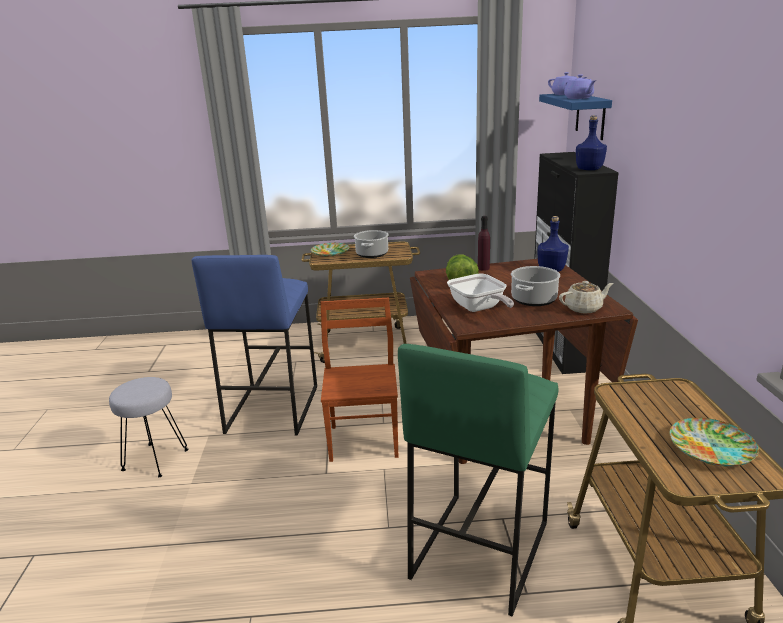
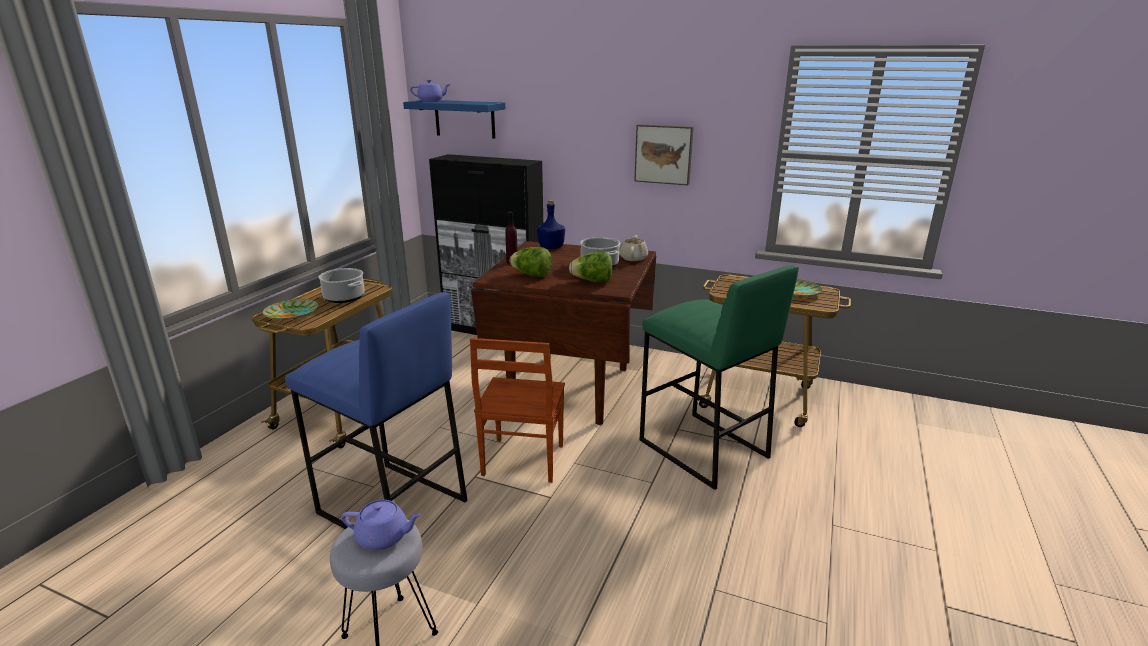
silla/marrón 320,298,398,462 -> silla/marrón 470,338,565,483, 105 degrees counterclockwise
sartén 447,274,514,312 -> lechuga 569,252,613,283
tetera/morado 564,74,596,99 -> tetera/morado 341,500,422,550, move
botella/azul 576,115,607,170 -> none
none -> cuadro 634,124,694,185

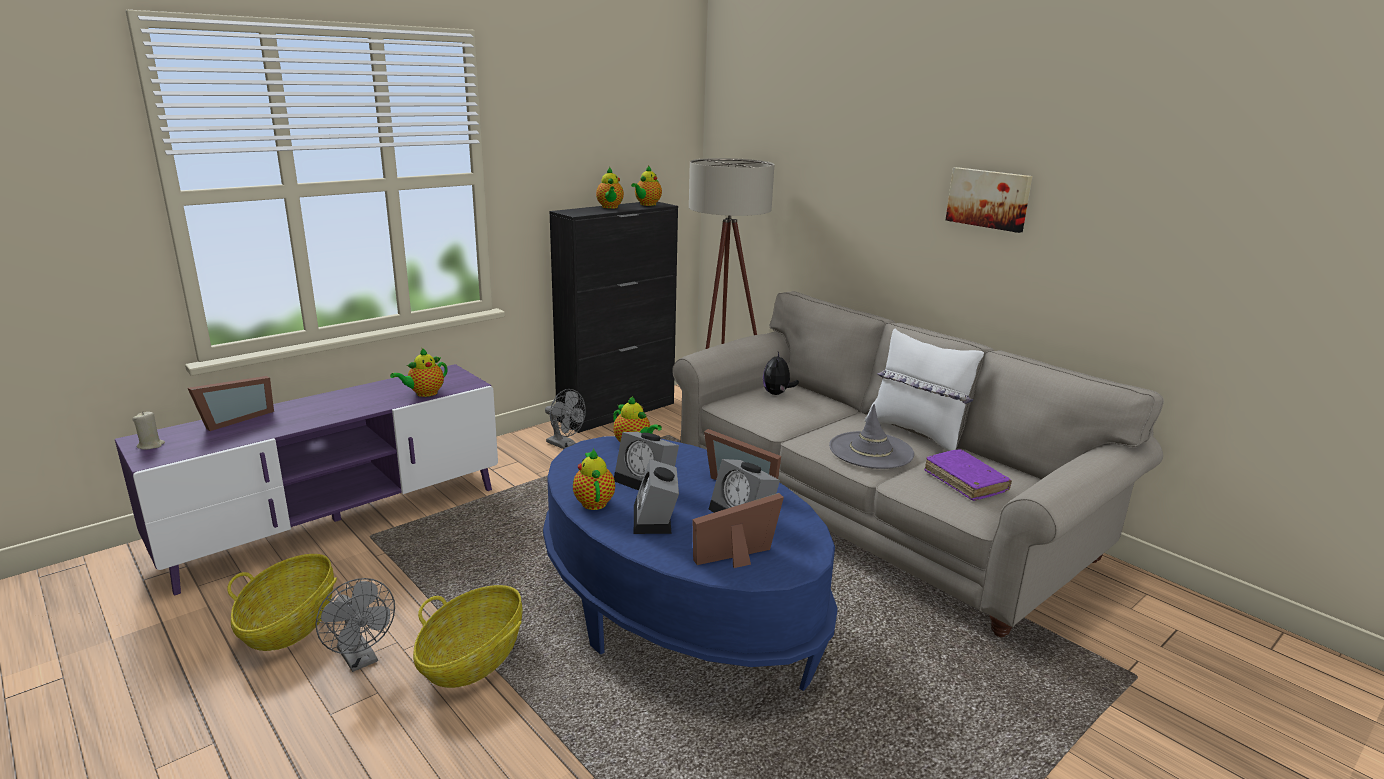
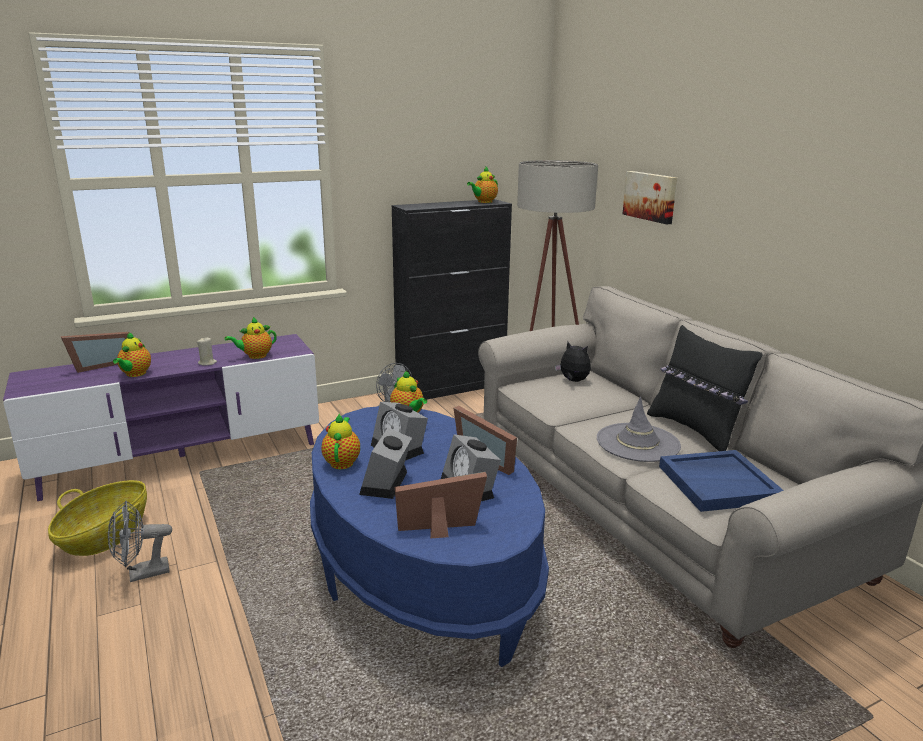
vela/beis 132,412,165,450 -> vela/beis 197,338,217,365, move
ventilador/gris 315,578,395,672 -> ventilador/gris 108,501,172,582, 90 degrees clockwise
cesta 413,585,522,688 -> none
tetera 596,167,624,209 -> tetera 113,332,151,377, move
peluche 763,352,799,395 -> peluche 555,341,591,382, 105 degrees clockwise
cojín/blanco 865,328,984,451 -> cojín/negro 647,325,763,451
libro/morado 924,449,1012,501 -> bandeja/azul 659,450,784,512
cuadro 946,167,1033,233 -> cuadro 623,171,677,224, move

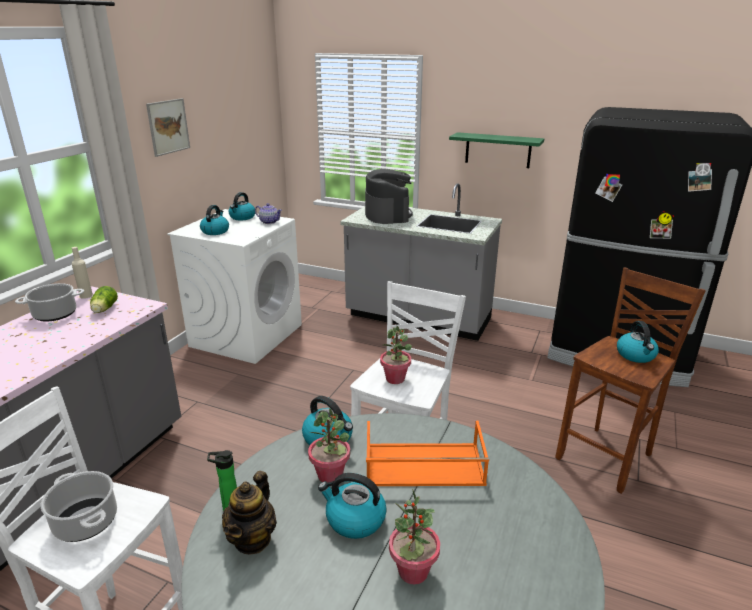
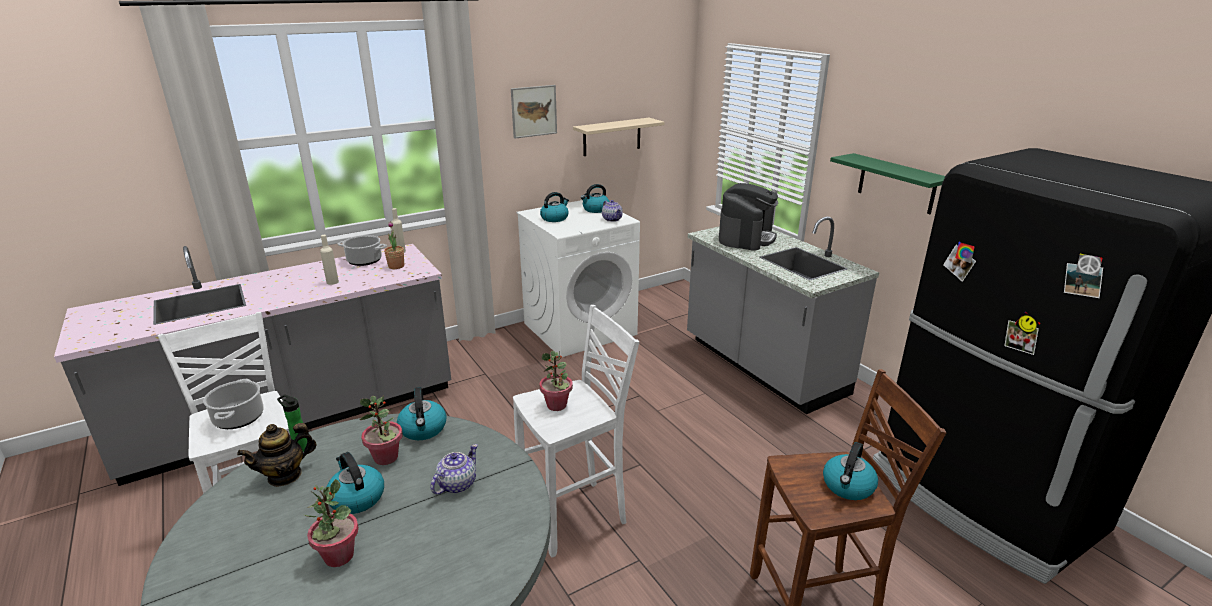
lechuga 90,286,118,313 -> planta en maceta 384,222,404,269
bandeja/naranja 366,421,489,486 -> tetera 431,444,478,494
none -> botella/beis 320,235,339,285
none -> estante/beis 573,118,665,156

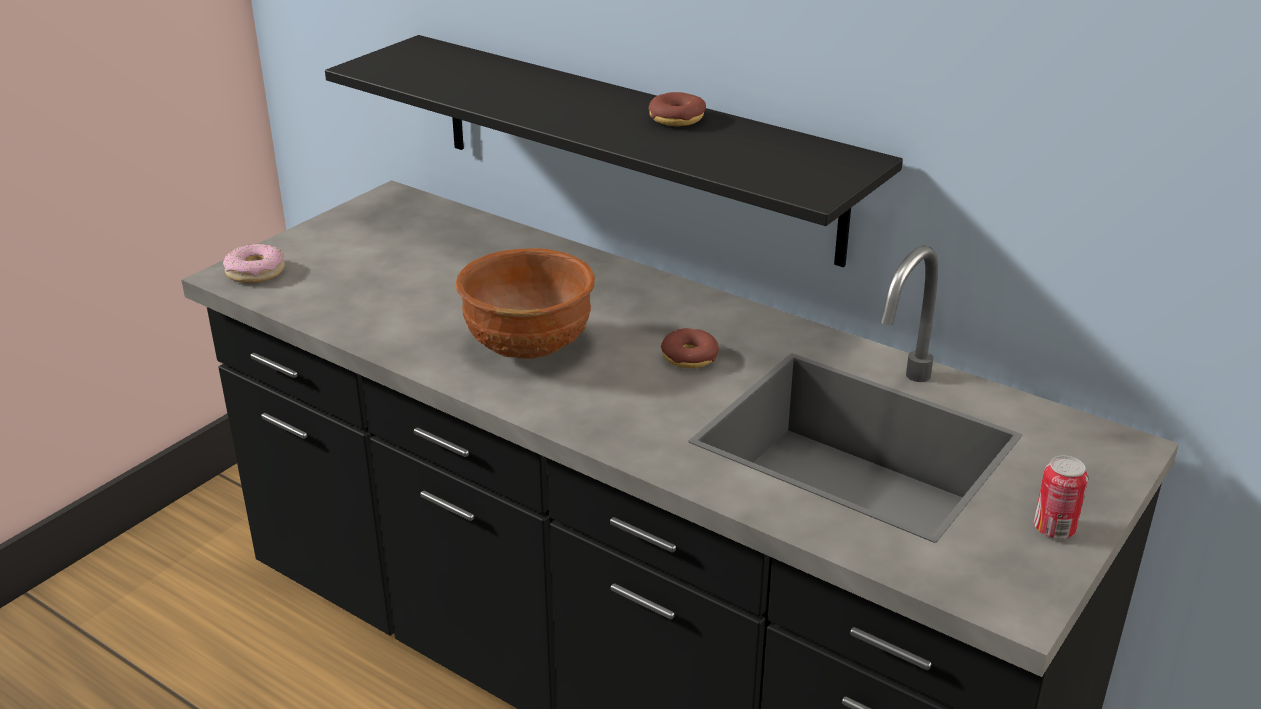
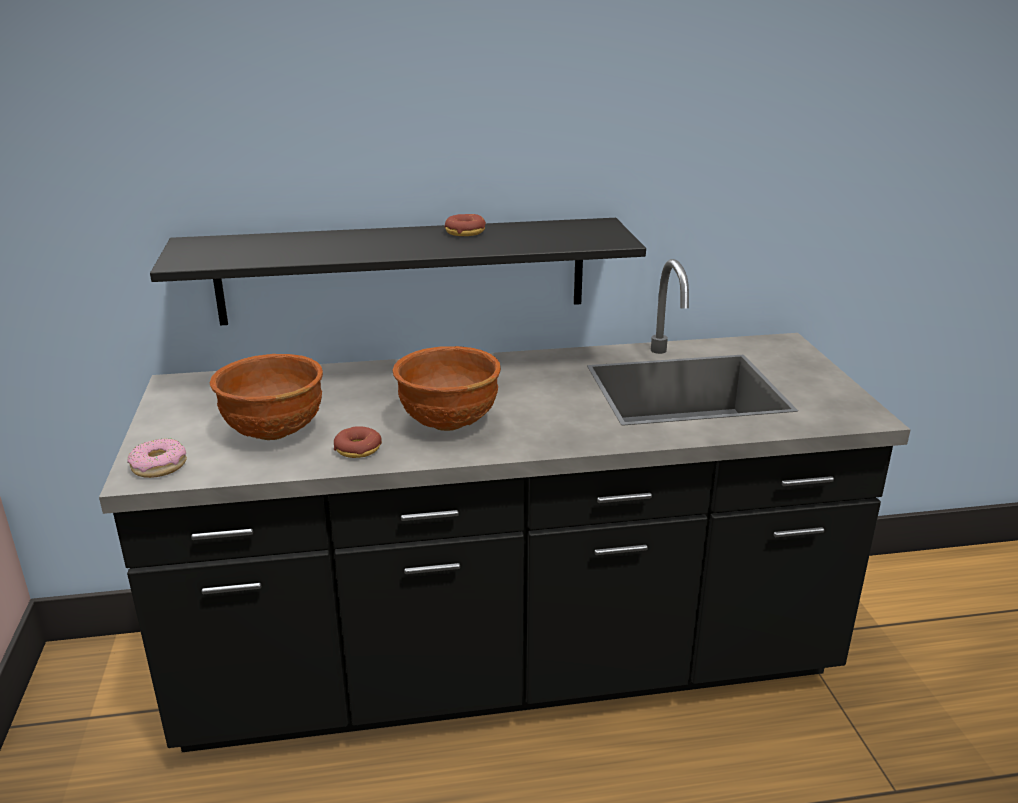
rosquilla 661,328,719,368 -> rosquilla 334,426,382,458, move
lata 1034,456,1088,539 -> none
none -> cuenco/marrón 210,354,323,440

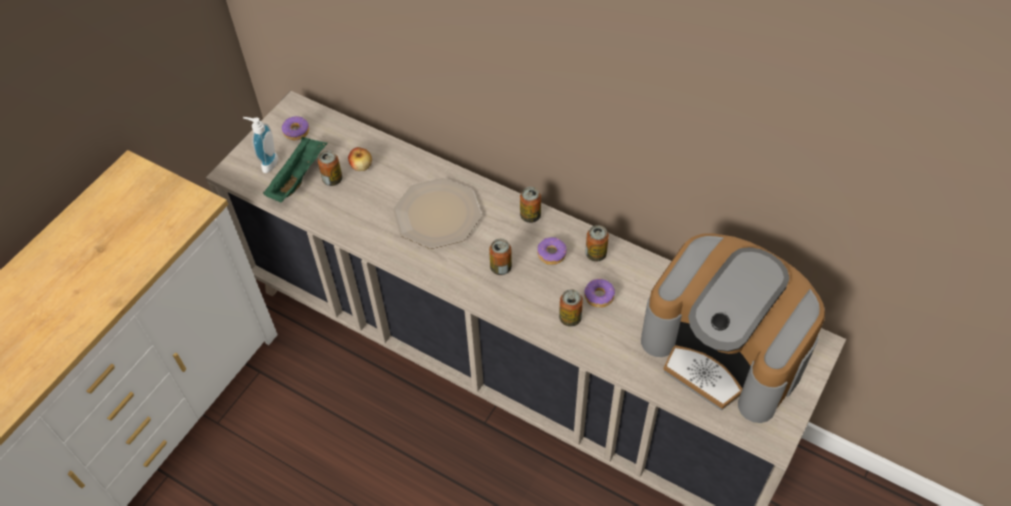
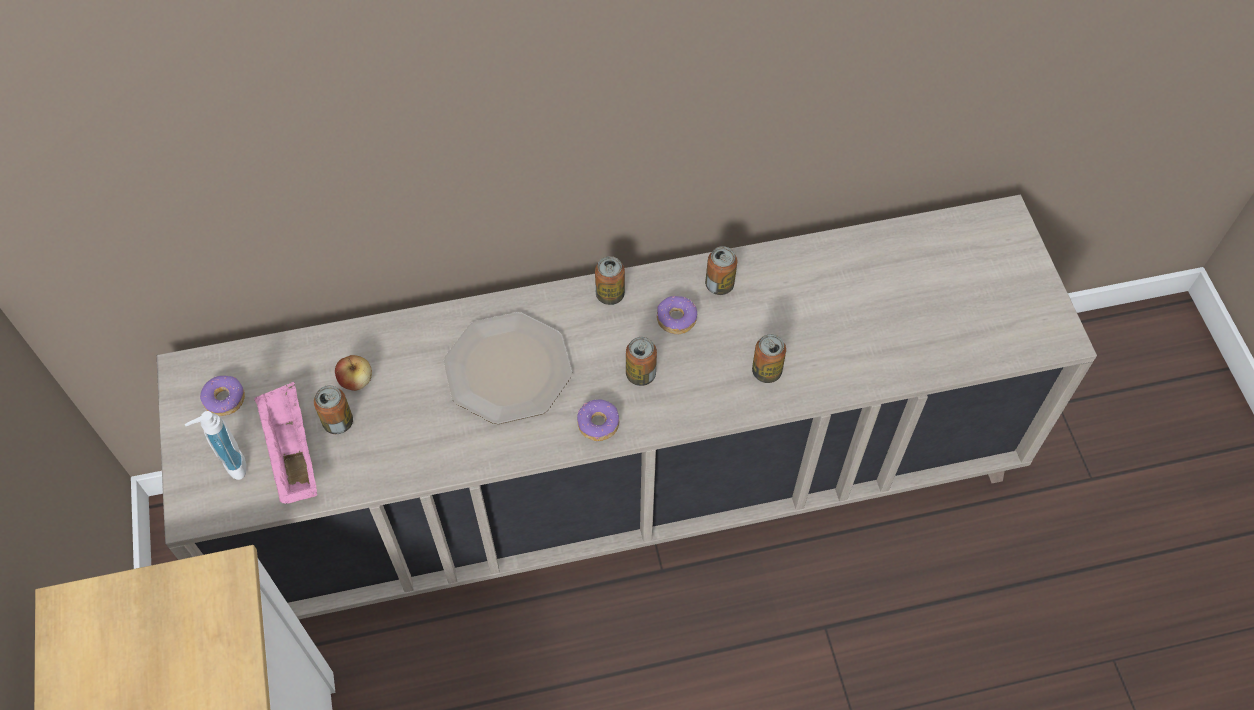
bandeja/verde 263,137,328,202 -> bandeja/rosa 254,382,317,504
rosquilla 584,278,615,308 -> rosquilla 577,399,620,441, move
cafetera 641,233,825,423 -> none

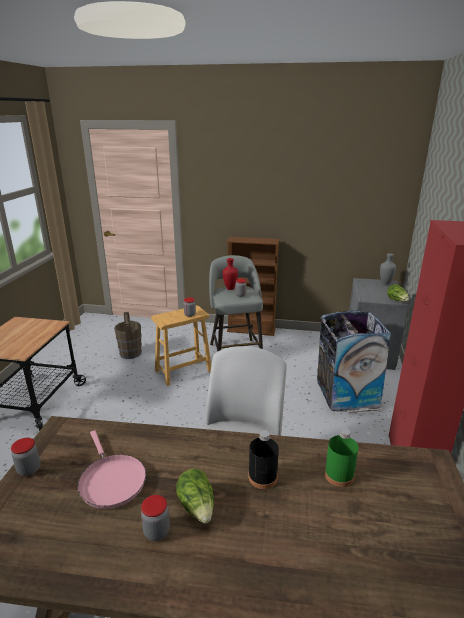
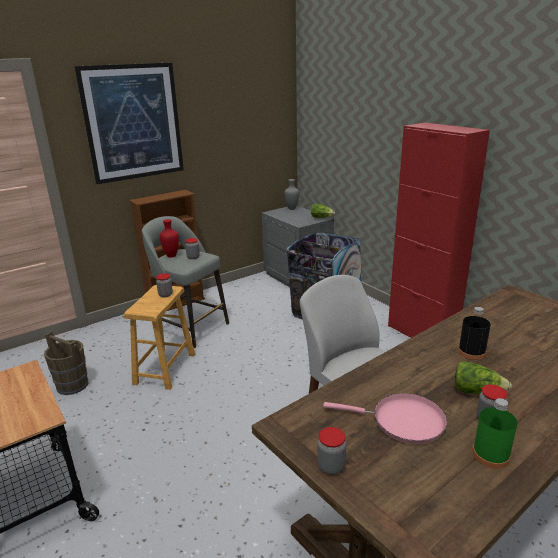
botella/verde 324,428,358,487 -> botella/verde 472,398,518,469, move
none -> cuadro 74,63,184,184

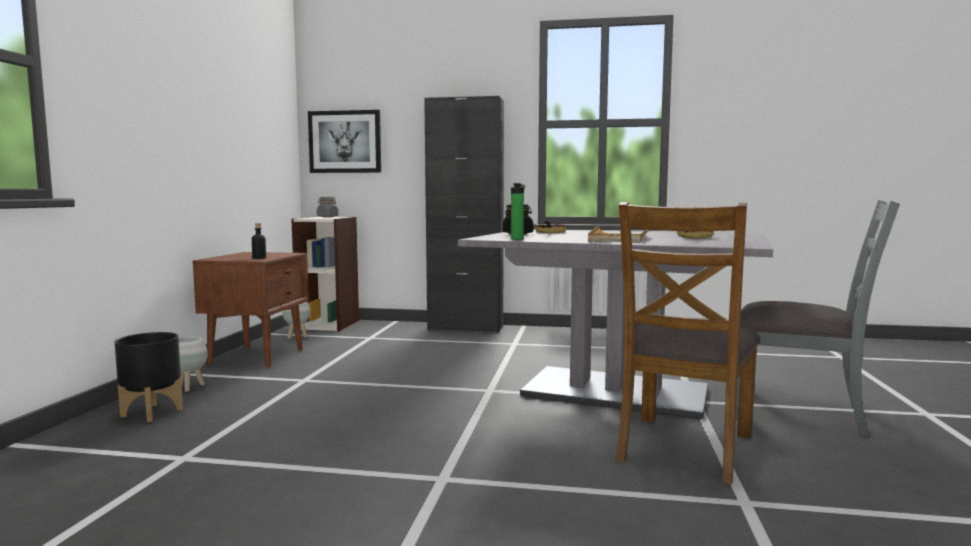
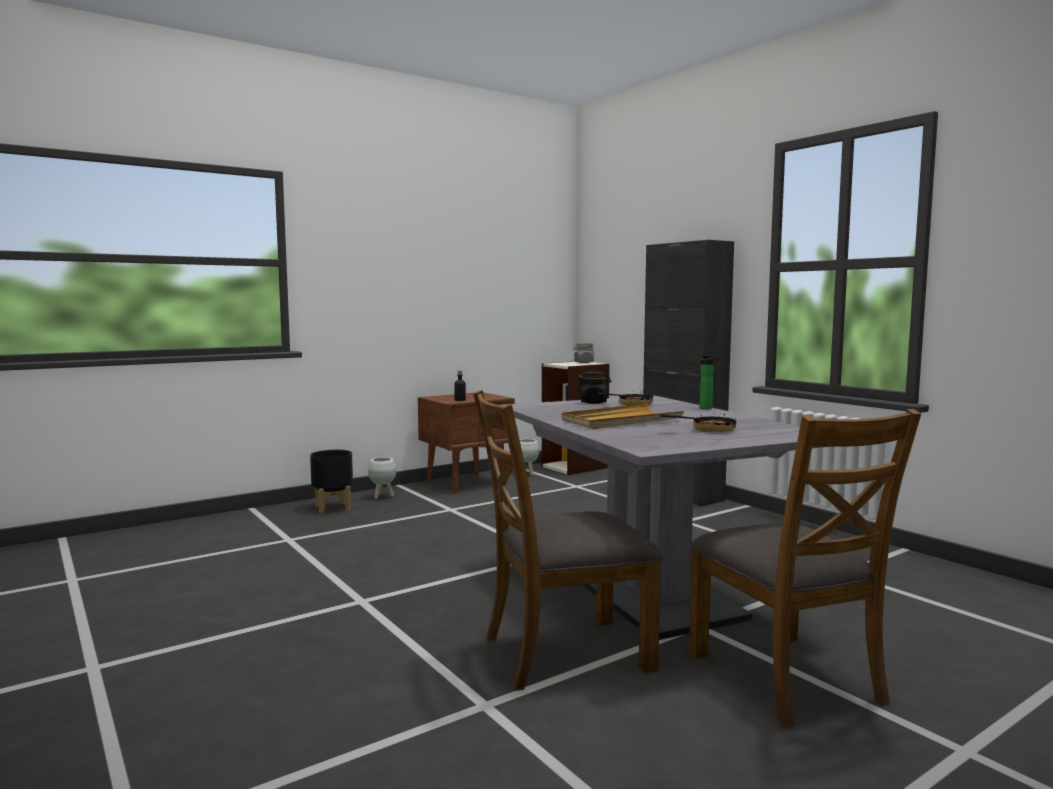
cuadro 308,110,381,173 -> none
botella 511,183,525,240 -> botella 700,355,719,409, move
silla/gris 736,200,900,436 -> silla/marrón 689,409,921,728

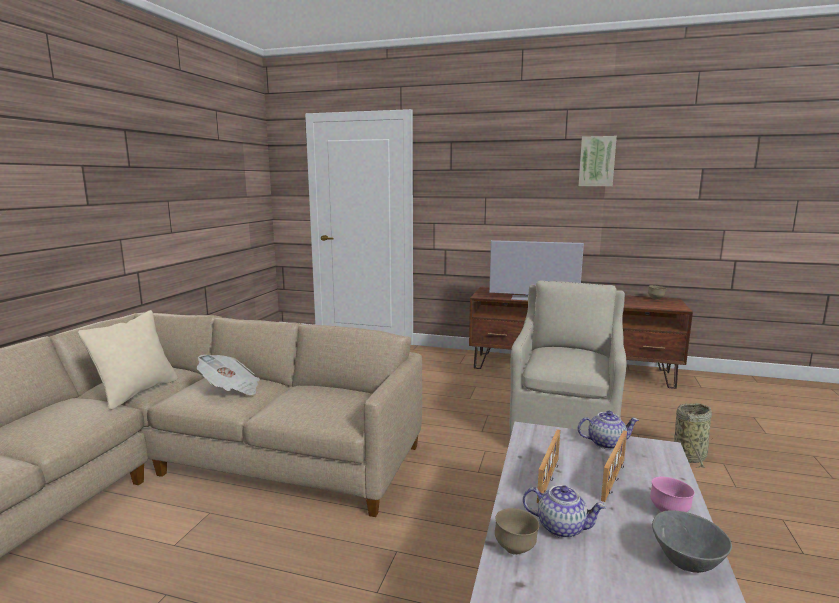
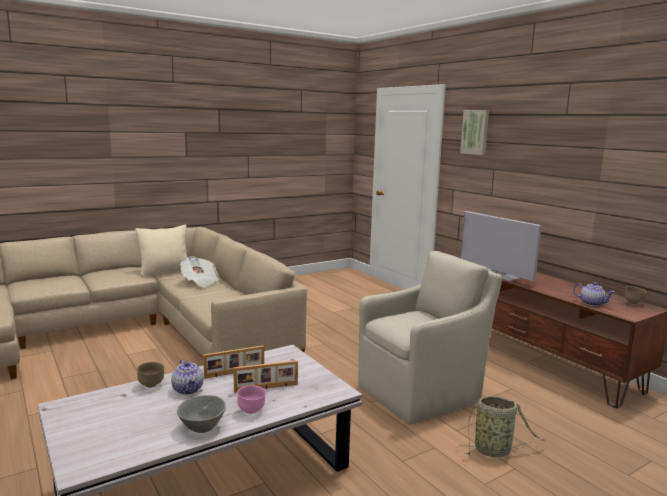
tetera 578,411,639,450 -> tetera 573,282,615,306, move
cuadro 579,136,617,186 -> cuadro 460,110,489,155, move

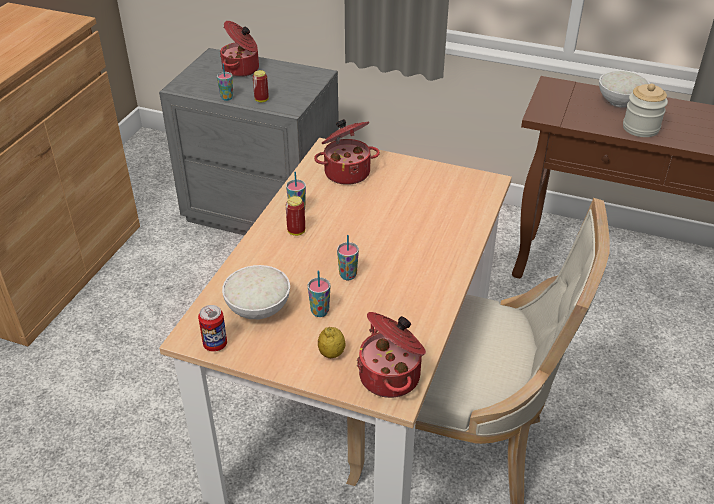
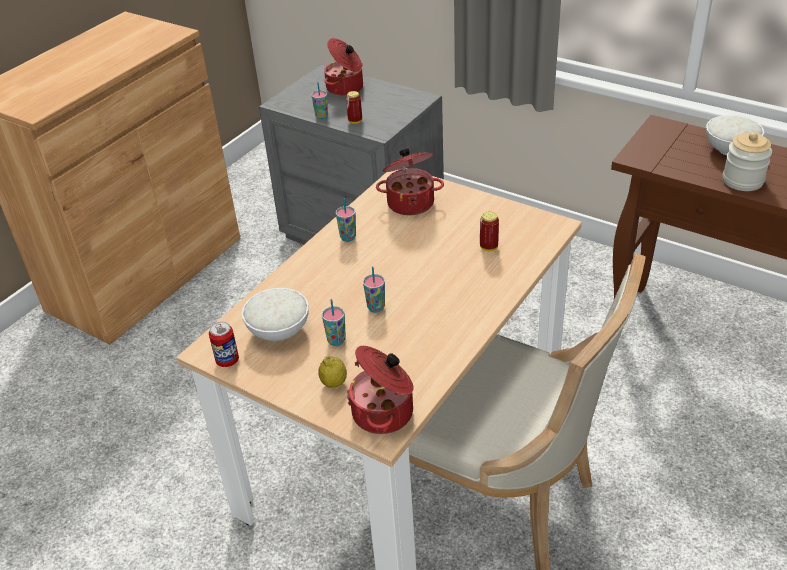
lata 286,196,305,236 -> lata 480,211,499,251, move

